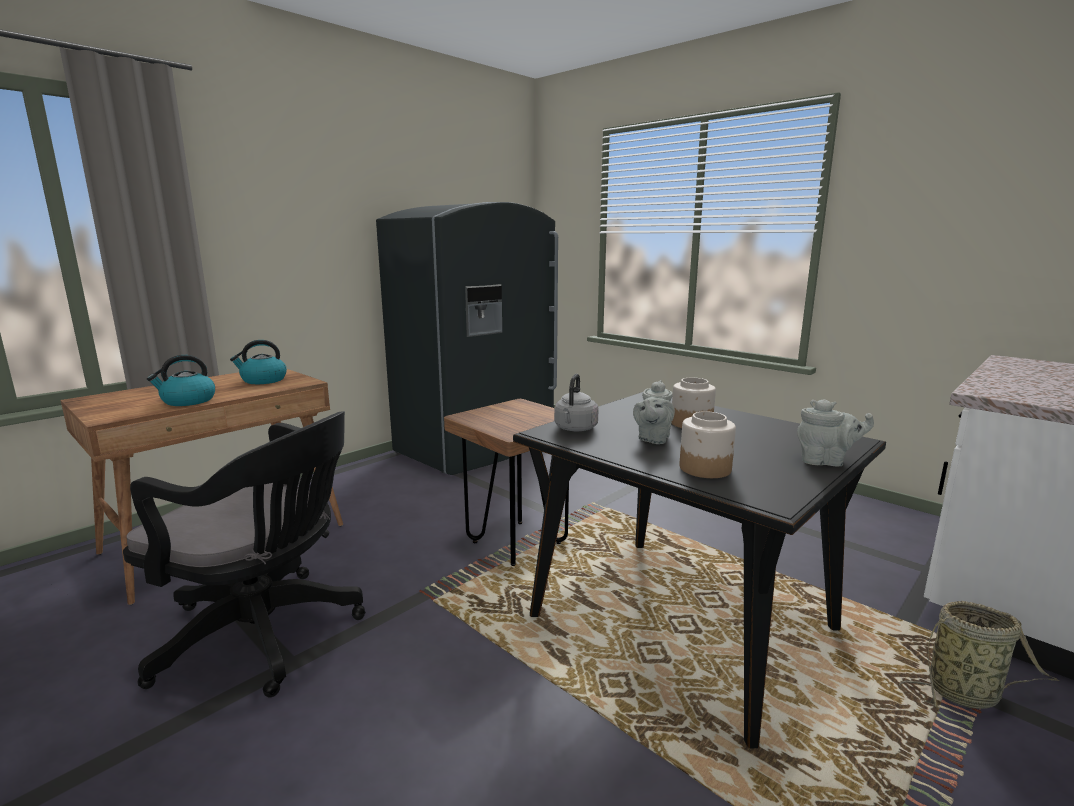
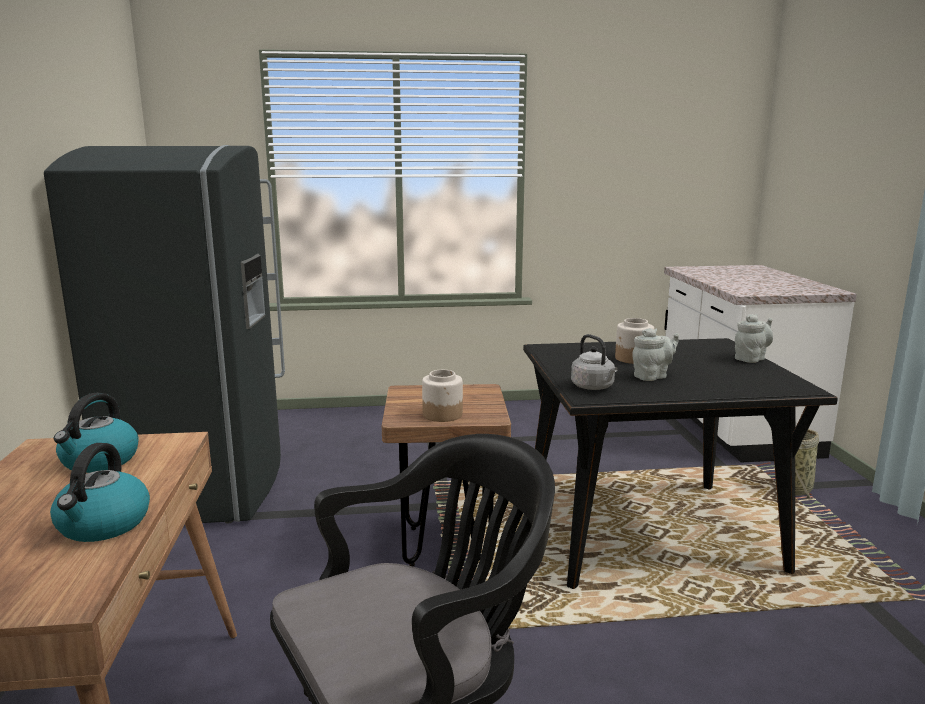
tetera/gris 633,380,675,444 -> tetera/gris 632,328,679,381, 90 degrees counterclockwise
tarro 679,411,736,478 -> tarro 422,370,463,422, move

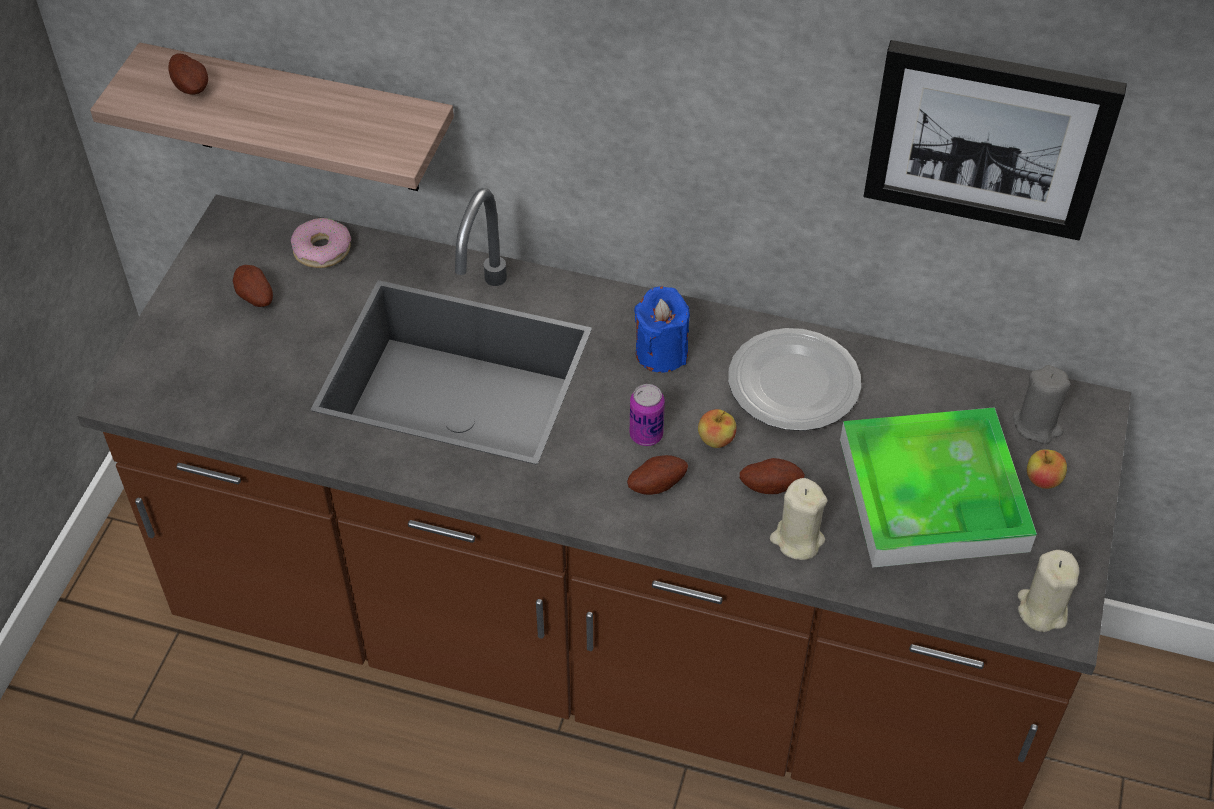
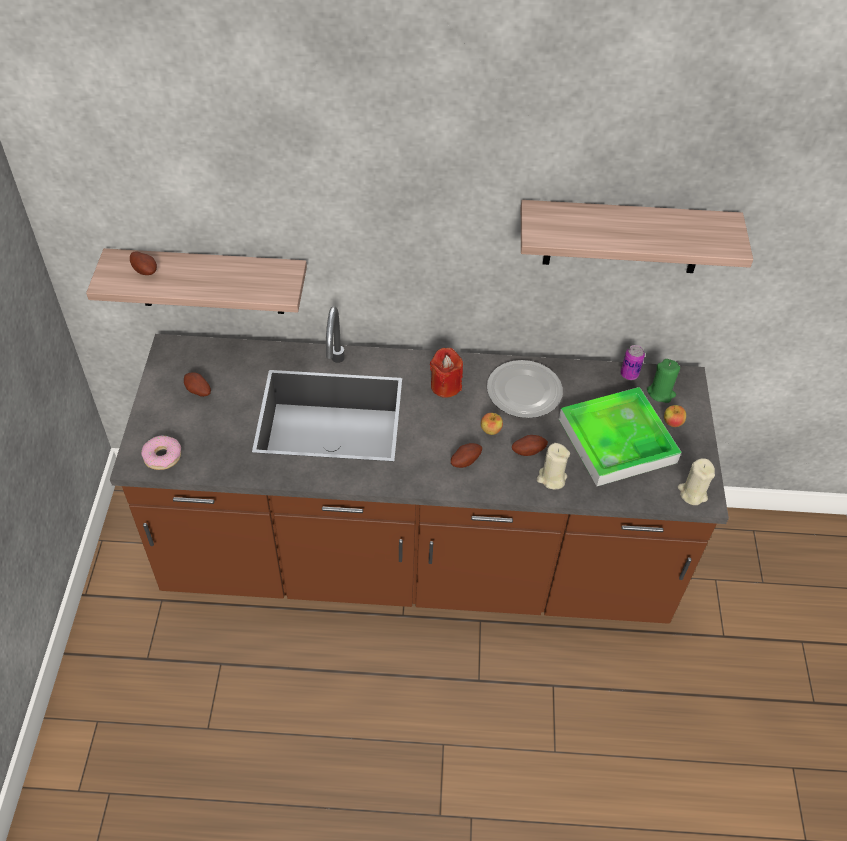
rosquilla 291,218,351,268 -> rosquilla 141,435,181,470, move
lata 630,384,665,446 -> lata 621,345,645,380, move
vela/azul 634,286,690,373 -> vela/rojo 430,348,463,398
cuadro 863,40,1127,240 -> estante 521,200,753,273
vela/gris 1013,365,1071,444 -> vela/verde 647,359,680,403

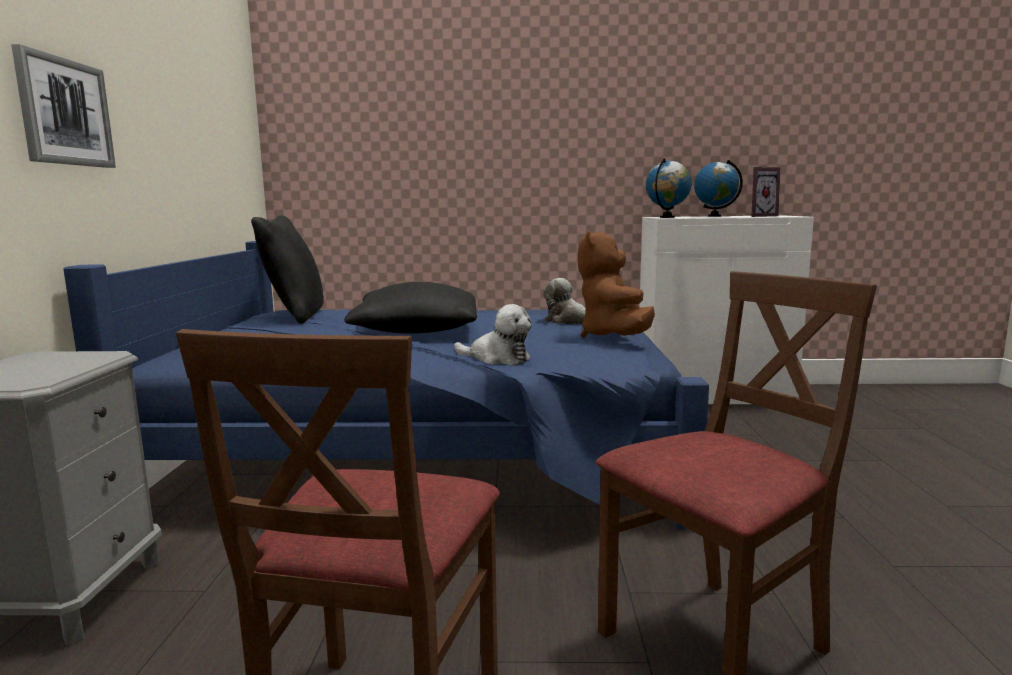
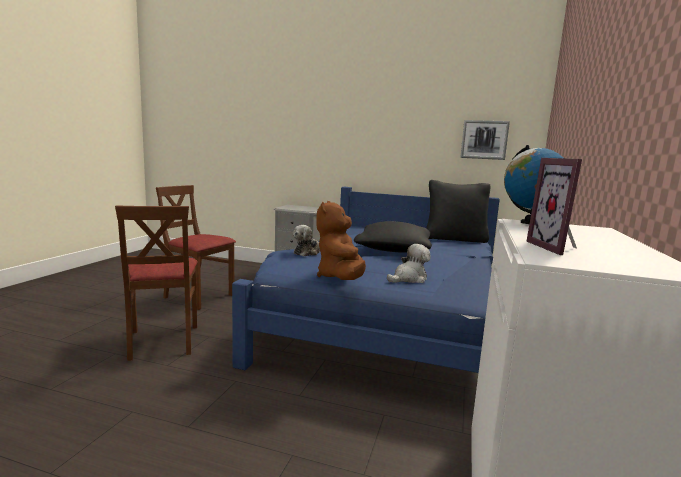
cuadro 11,44,116,168 -> cuadro 460,120,510,160, move
peluche/marrón 578,231,655,338 -> peluche/marrón 316,201,366,280, 105 degrees counterclockwise
globo terráqueo 694,160,743,217 -> none

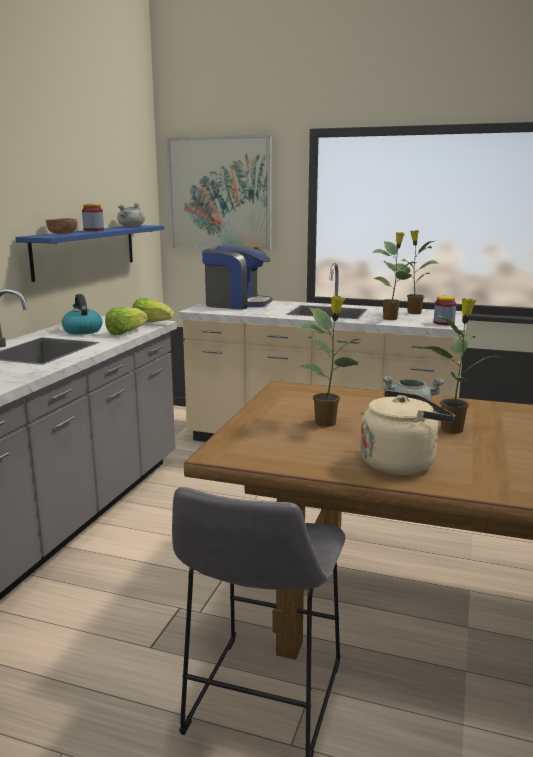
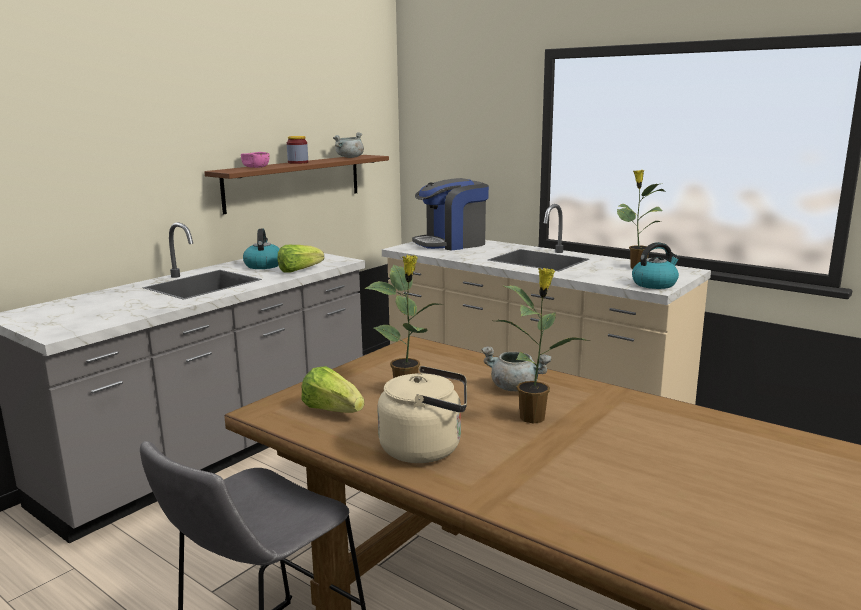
estante/azul 15,225,164,282 -> estante/marrón 204,155,389,214
cuenco/marrón 46,218,77,234 -> cuenco/rosa 241,152,270,168
lechuga 132,298,174,323 -> lechuga 301,366,364,413, move
cuadro 167,135,272,251 -> none
cafetera 202,244,272,309 -> cafetera 412,178,489,251, 120 degrees clockwise
planta en maceta 372,232,415,320 -> none
tarro 434,296,456,325 -> hervidor 632,242,680,289

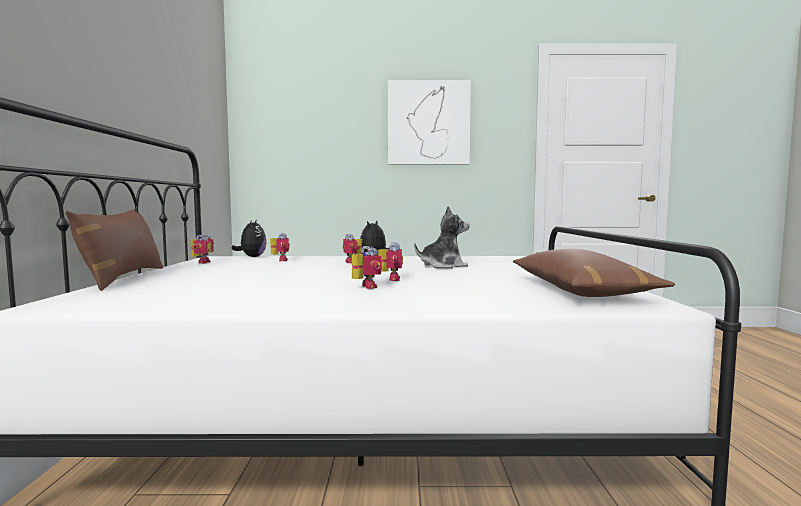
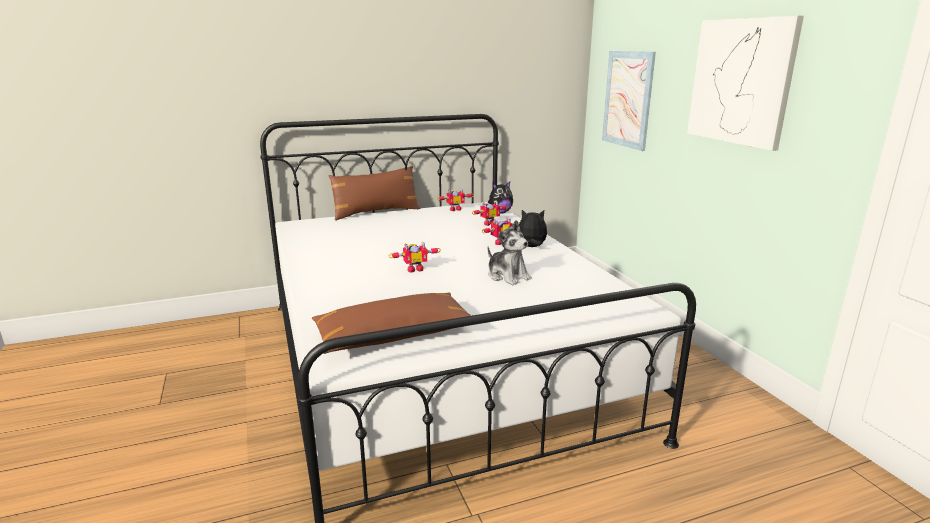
robot de juguete 352,246,382,289 -> none
none -> cuadro 602,51,656,151

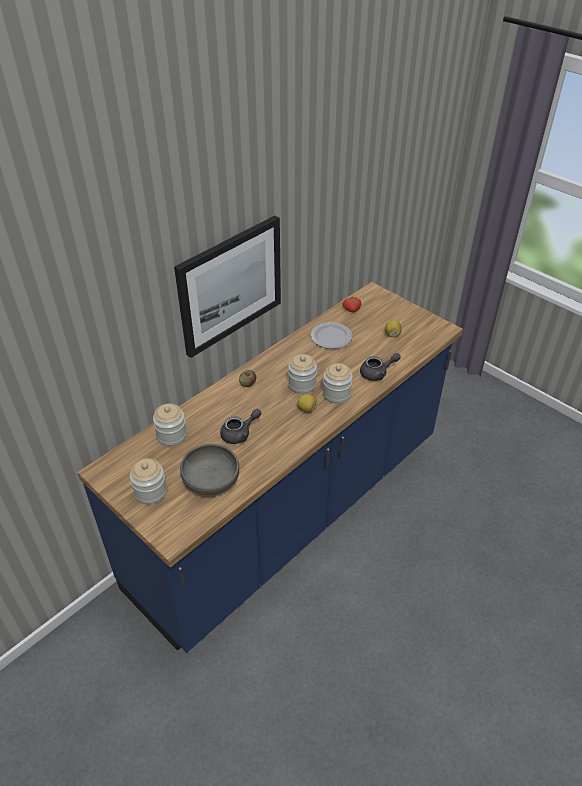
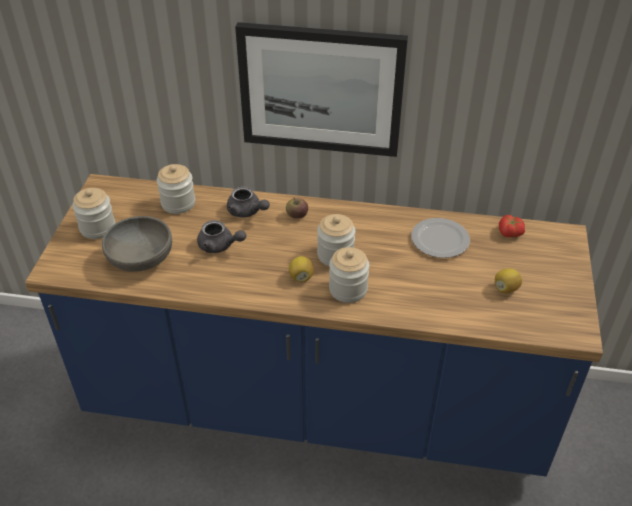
tetera/gris 360,353,401,381 -> tetera/gris 227,186,270,218, move

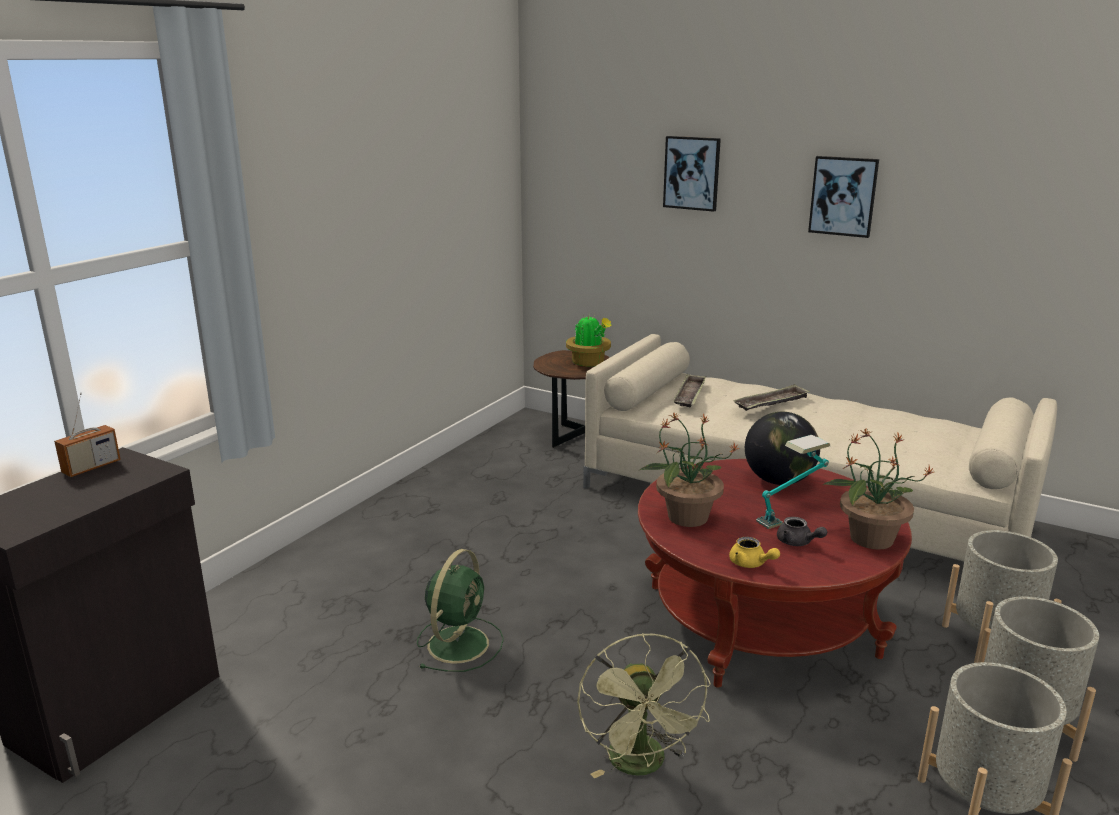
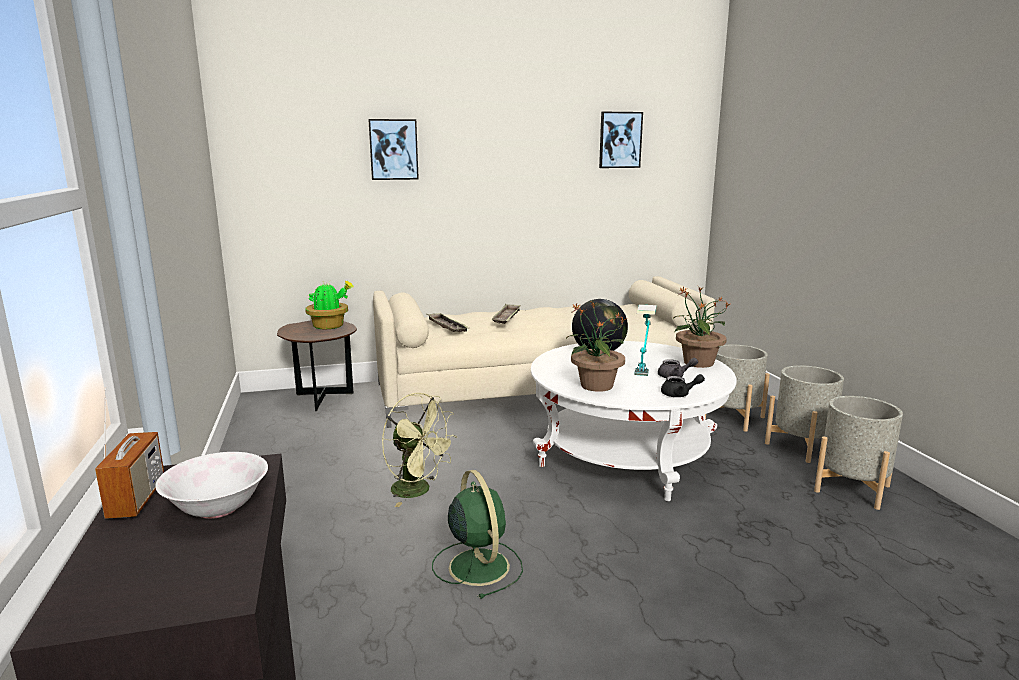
ventilador/verde 577,633,711,778 -> ventilador/verde 382,393,457,507, move
mesa de centro/rojo 638,459,912,688 -> mesa de centro/blanco 531,341,736,501
tetera/amarillo 729,537,780,568 -> tetera/negro 661,374,705,397
cuadro 808,156,879,238 -> cuadro 599,112,643,168, move
none -> cuenco/blanco 155,452,268,519

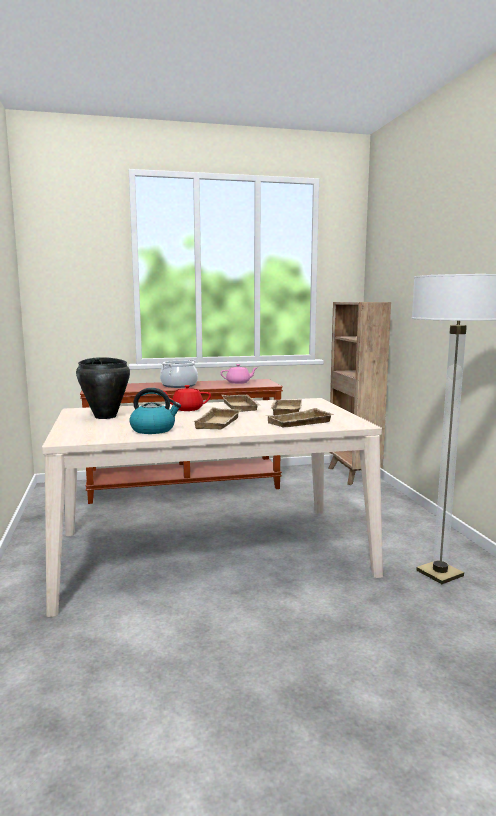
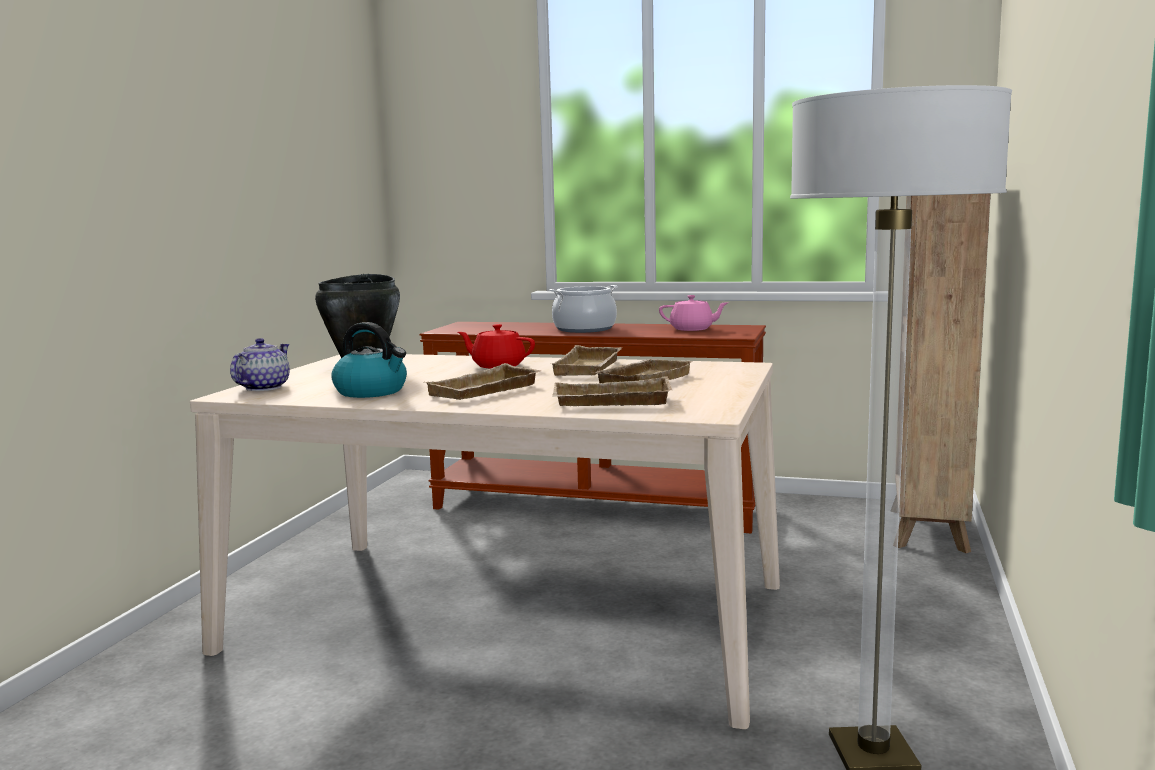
none -> tetera 230,338,290,391

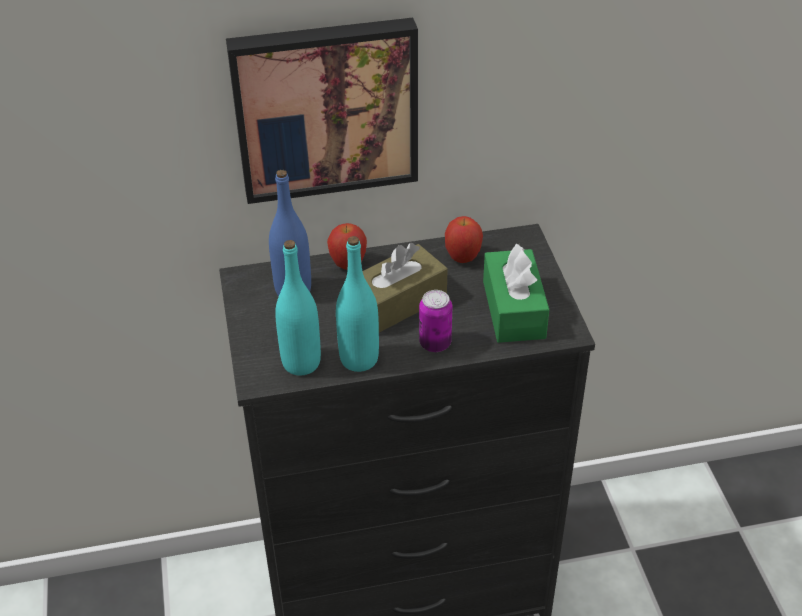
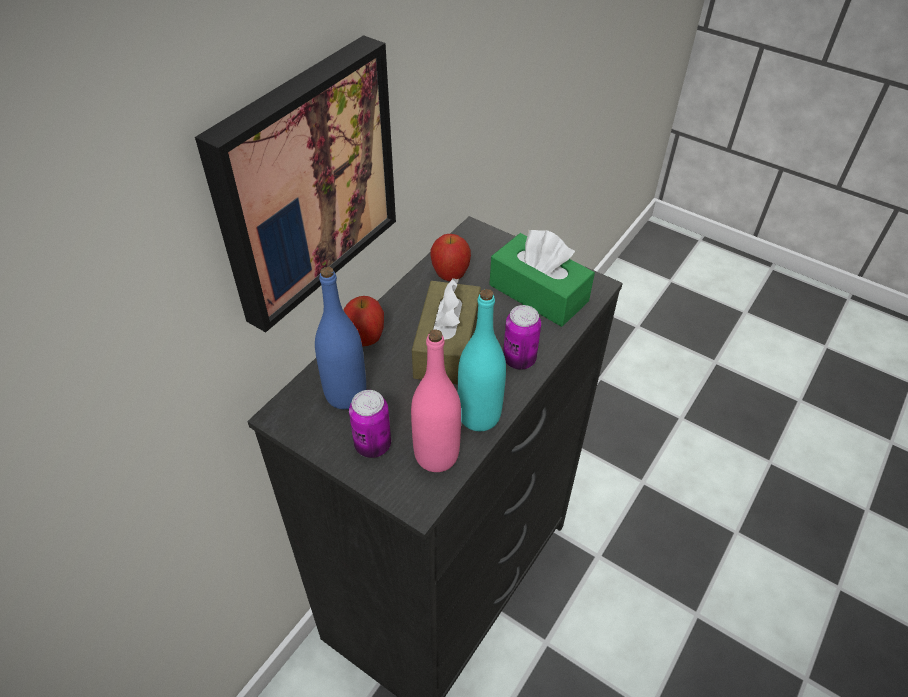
botella/turquesa 275,240,321,376 -> botella/rosa 411,329,461,472
none -> lata 349,390,391,458

